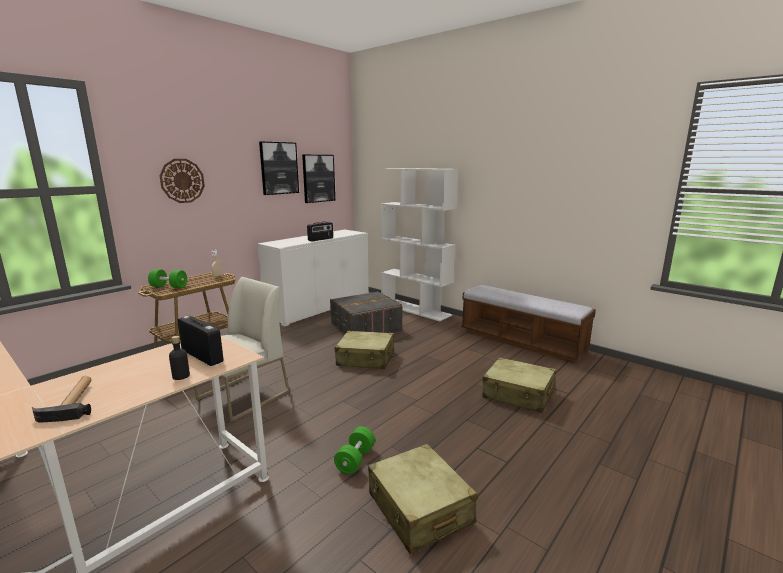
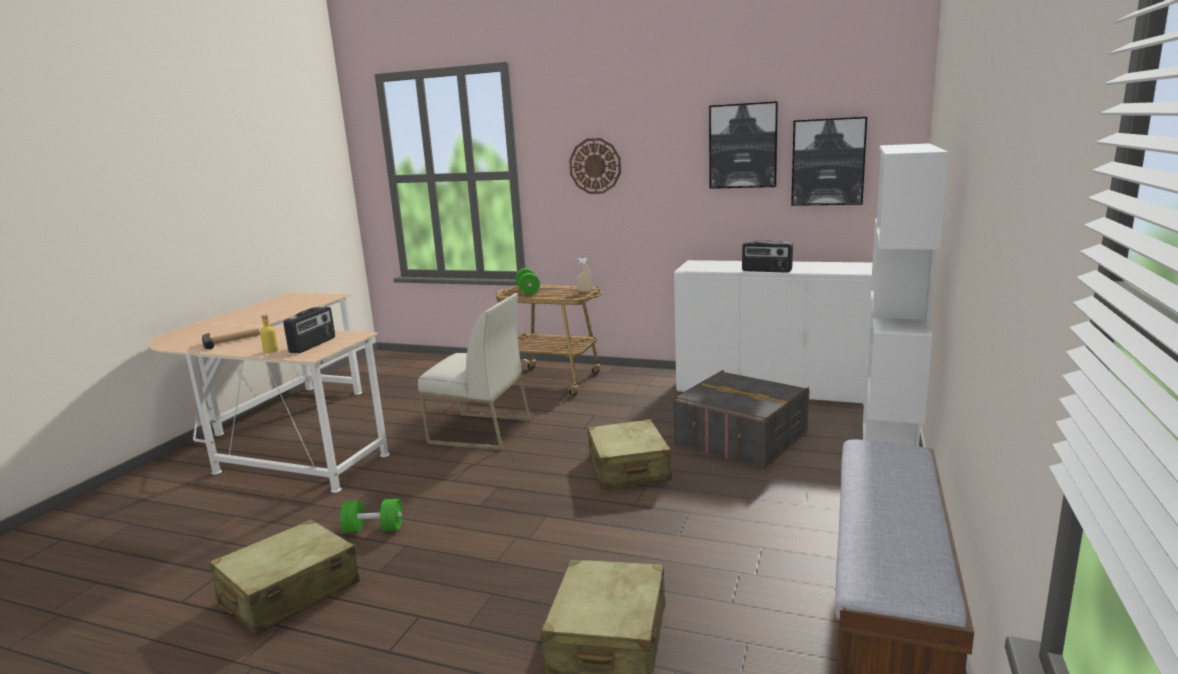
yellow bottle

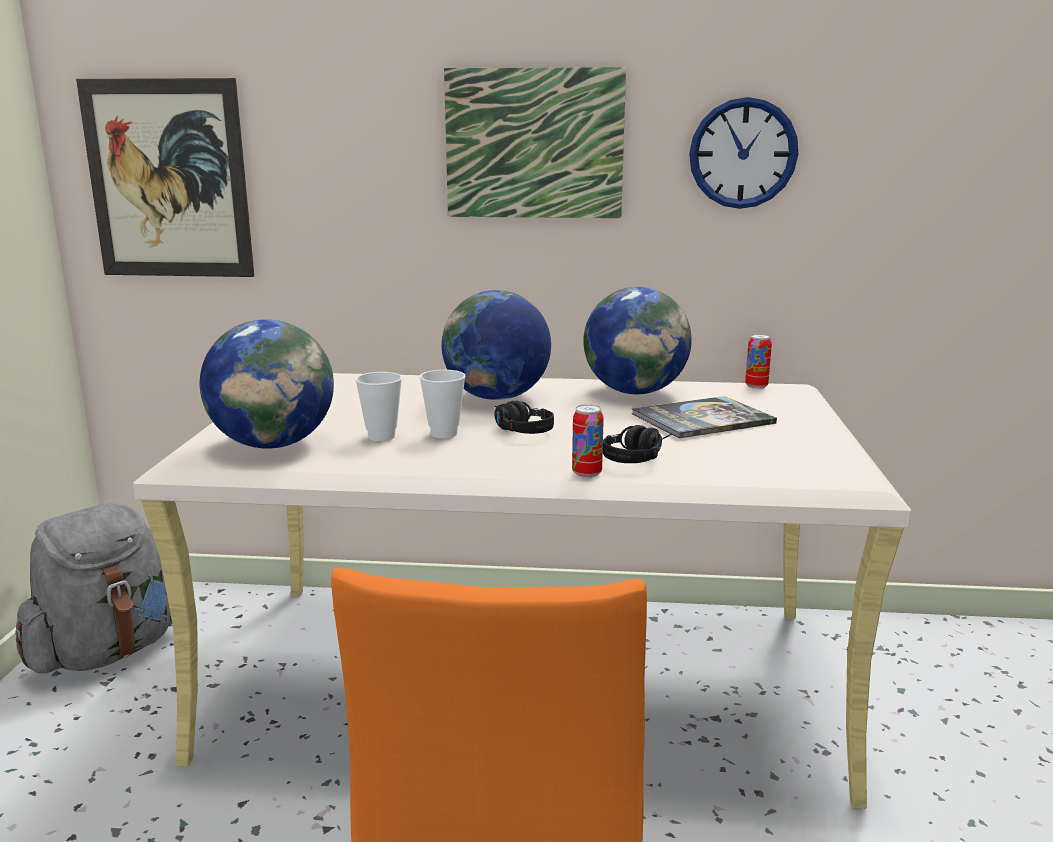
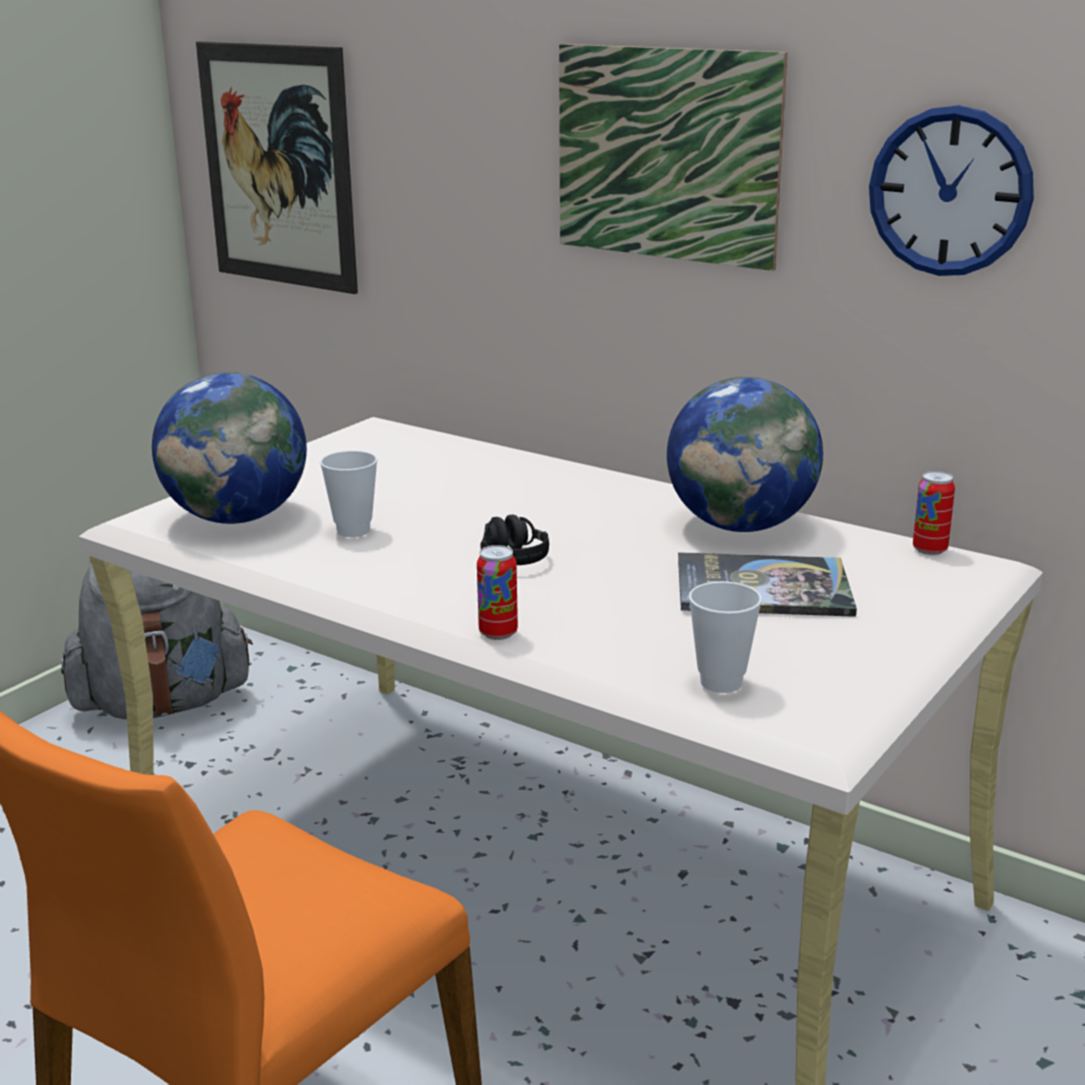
globe (2nd from left in the first image)
cup (2nd from left)
black headphones (2nd from left in the first image)

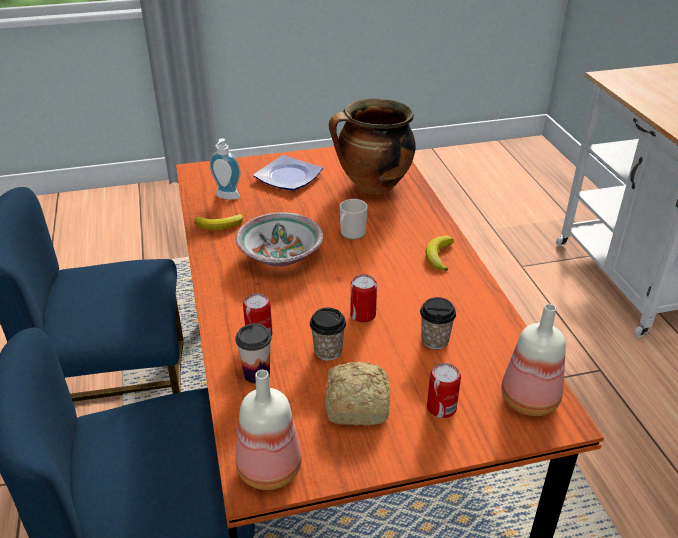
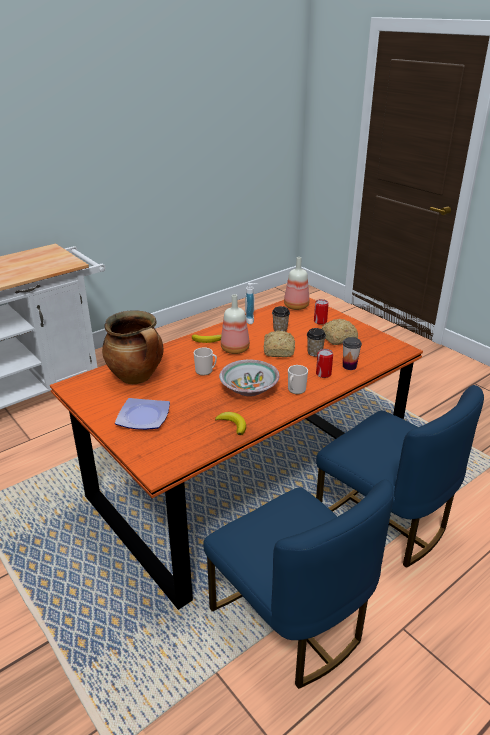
soap dispenser
bread (1st from left)
bottle (1st from left)
mug (2nd from left)

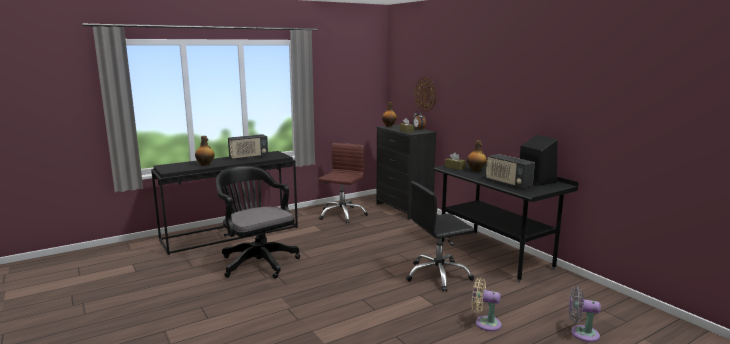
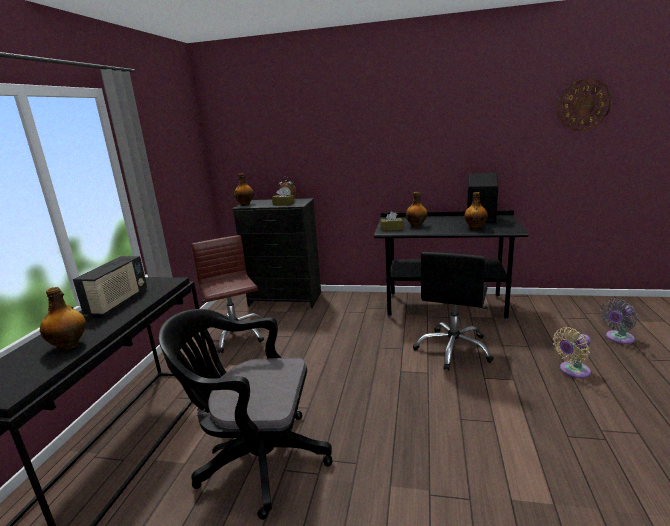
wall clock
bottle (4th from left)

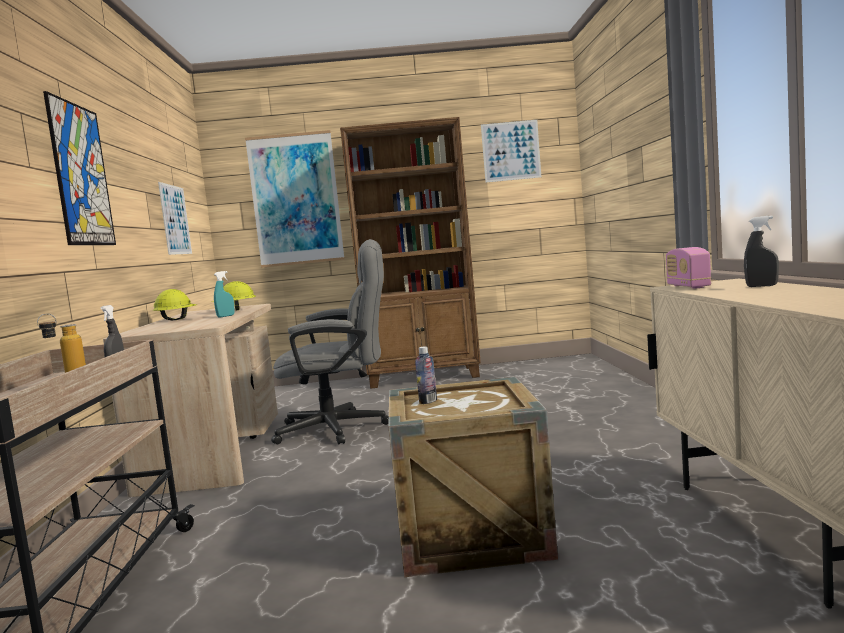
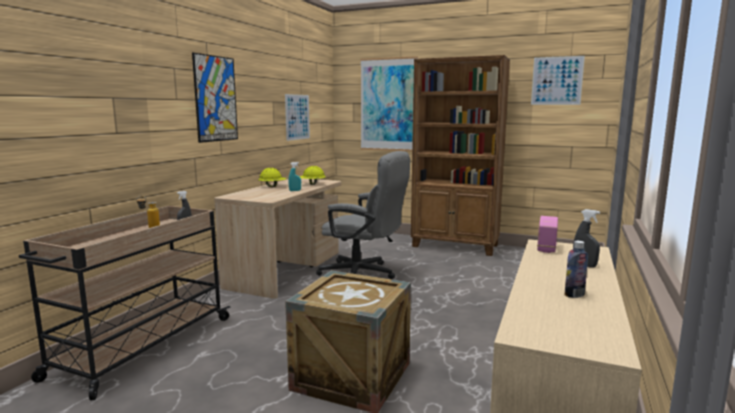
bottle (2nd from left)

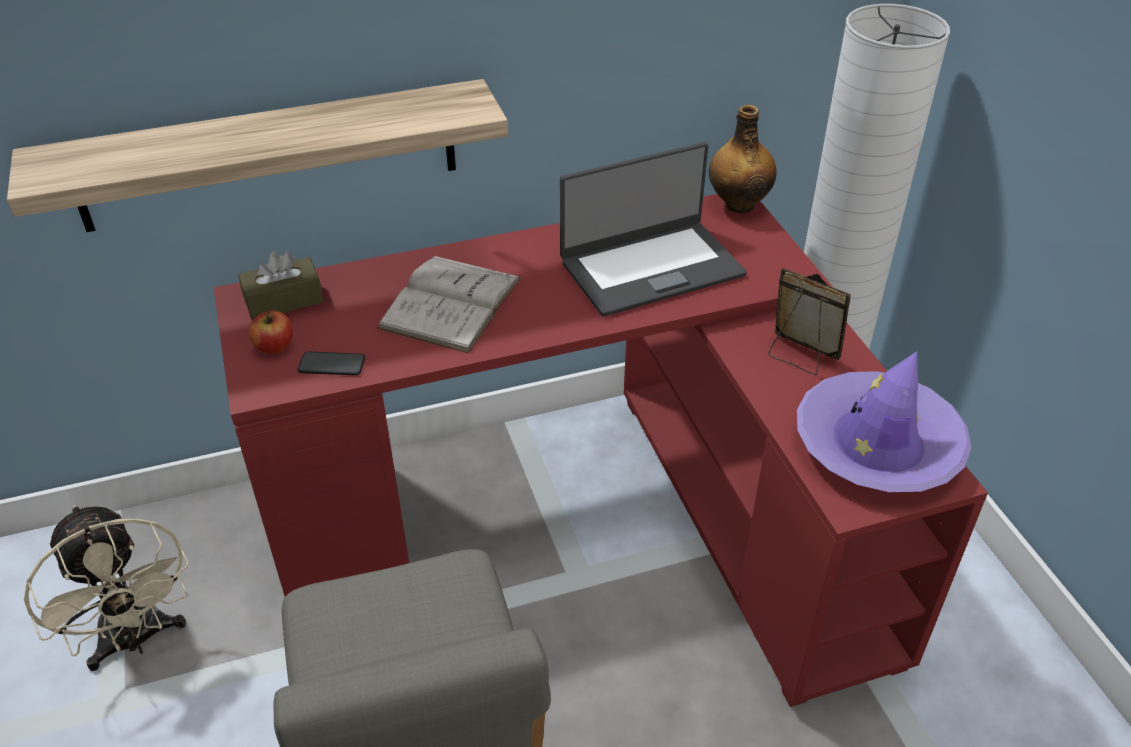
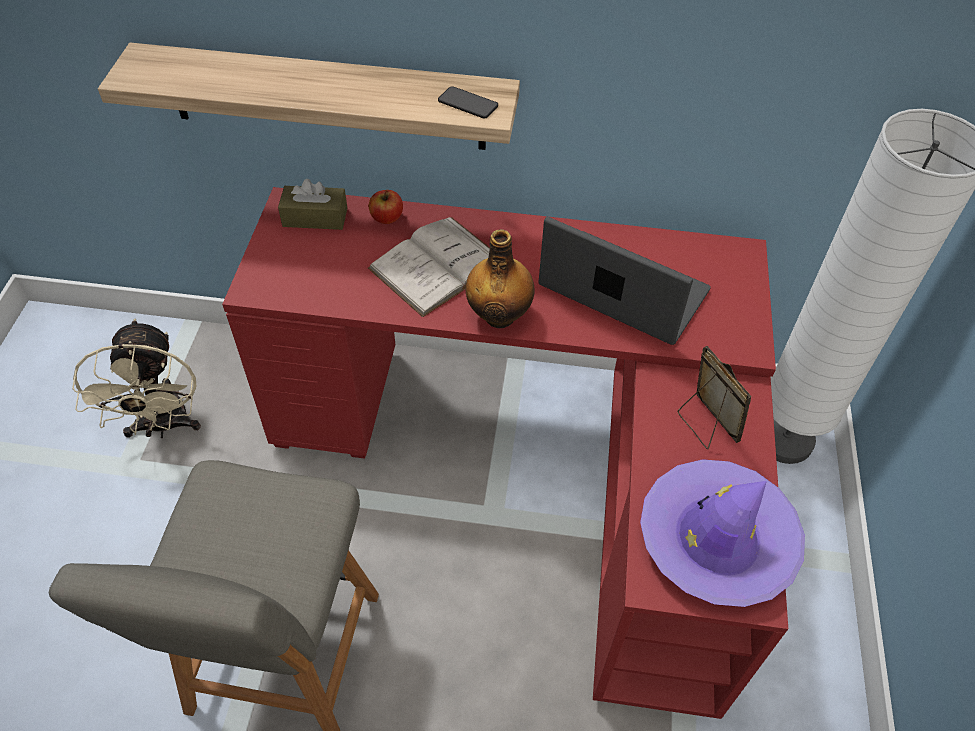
bottle
laptop
apple
phone

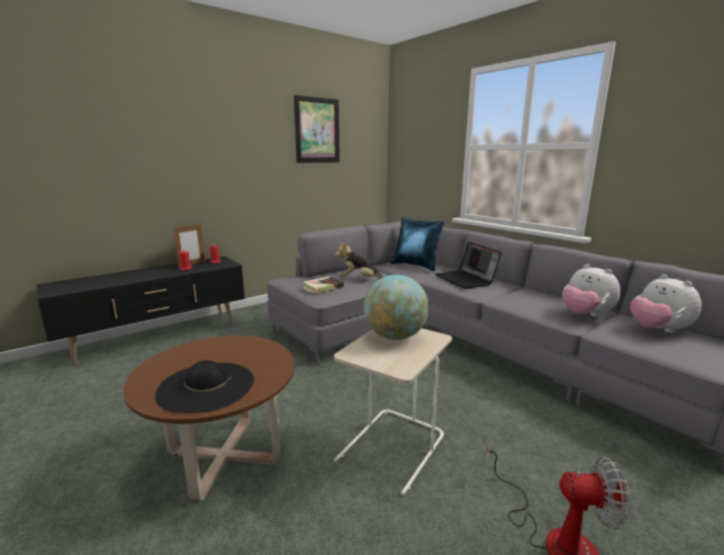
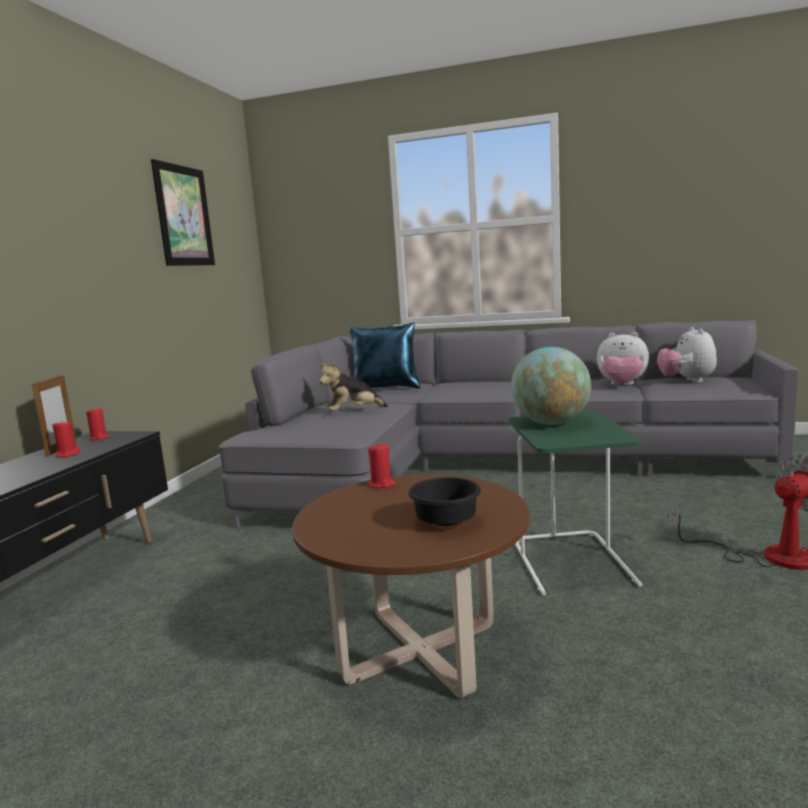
laptop
plush toy (3rd from left)
book
green side table
black bowl
red candle (3rd from left)

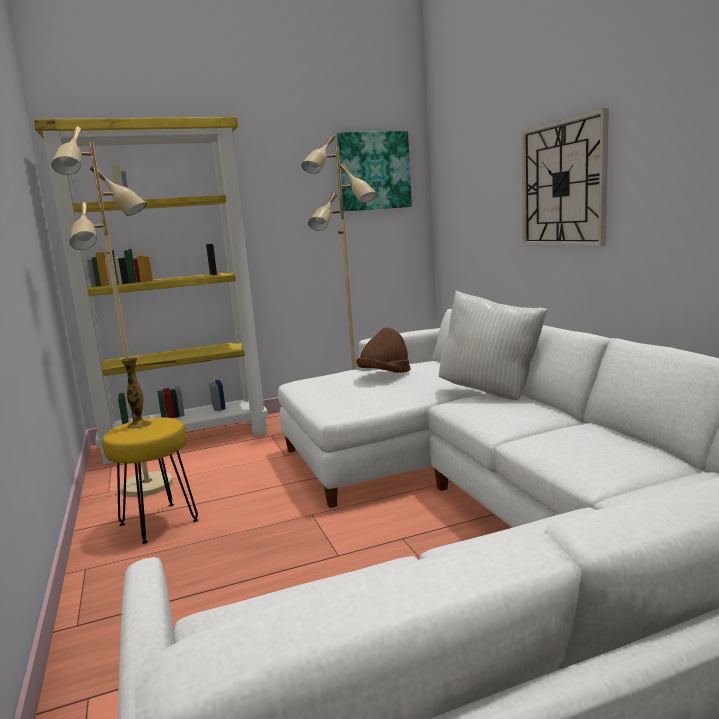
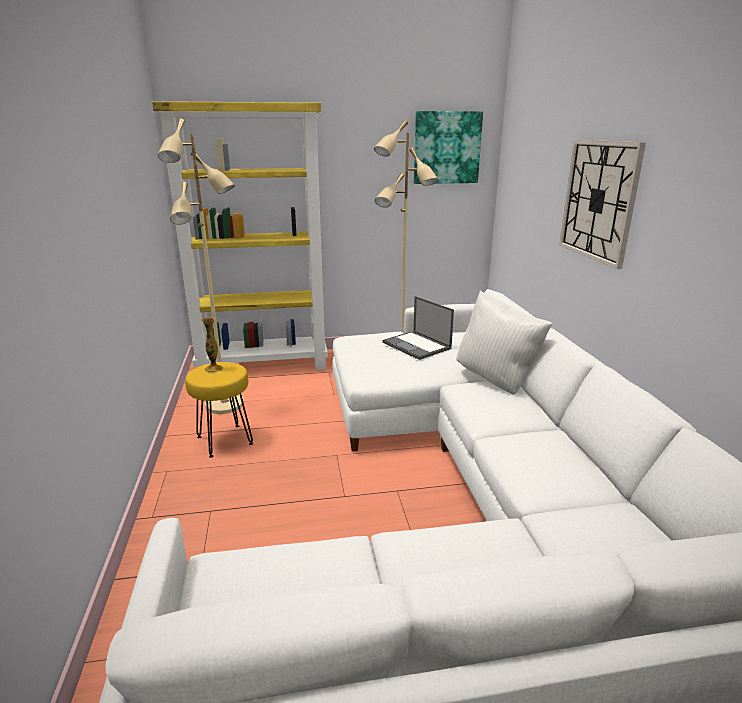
laptop

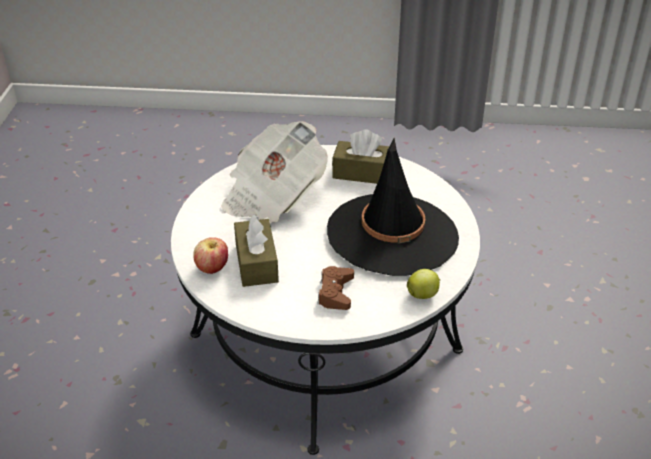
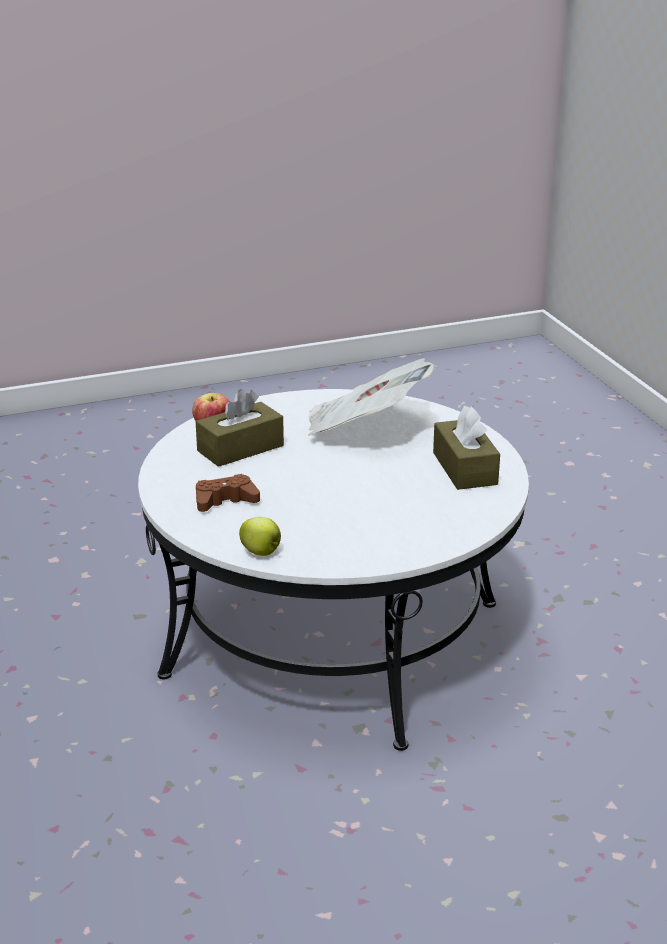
black hat

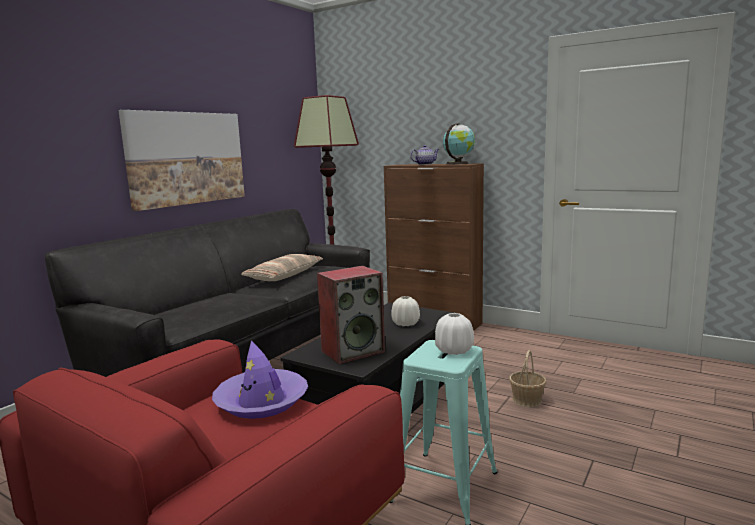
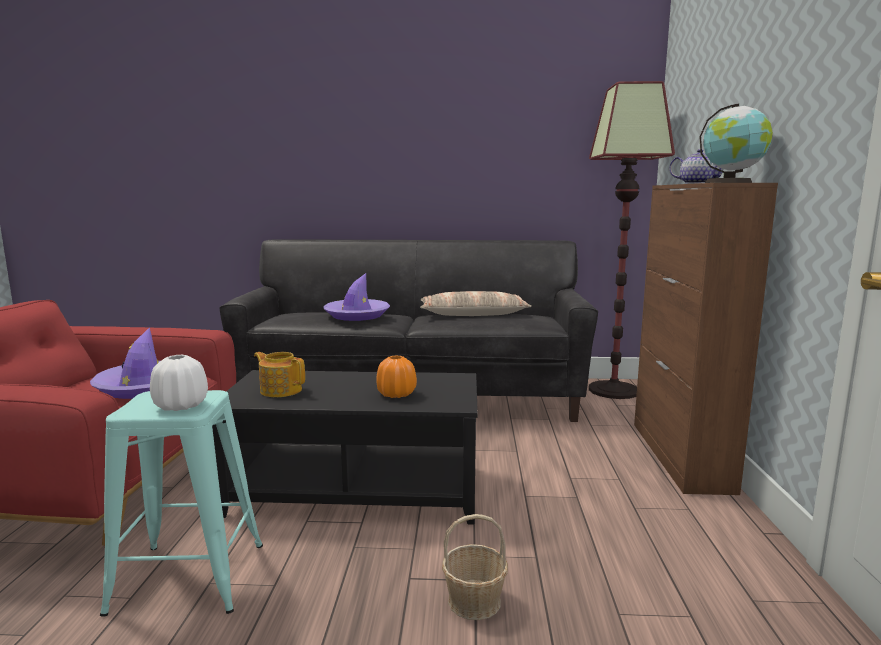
picture
teapot (1st from left)
orange vase
purple hat (2nd from left)

